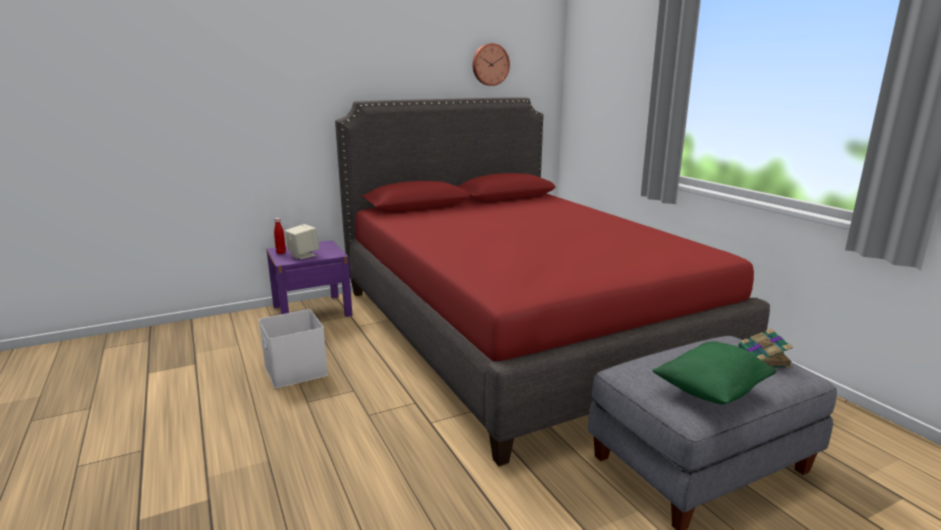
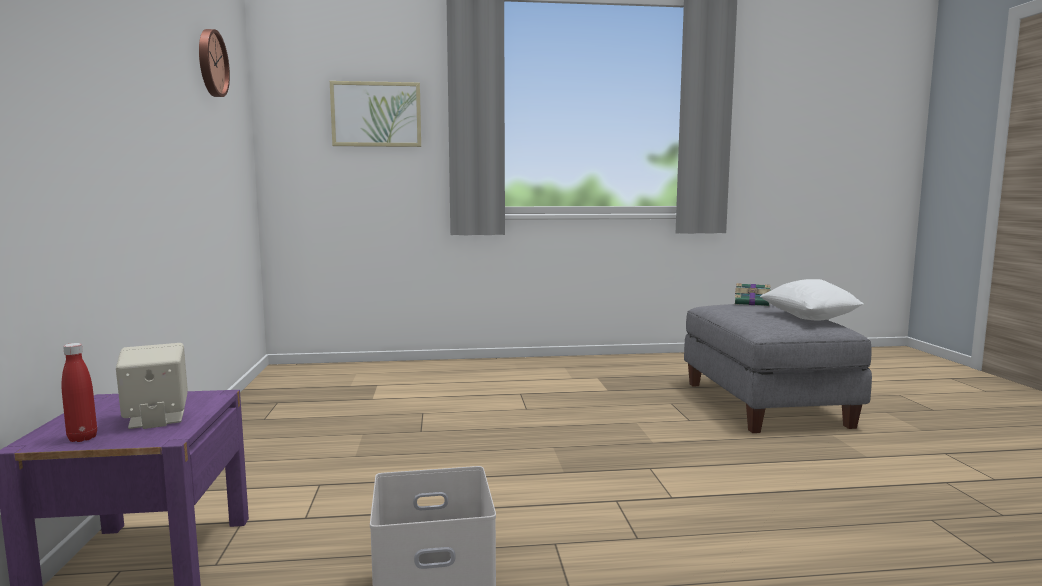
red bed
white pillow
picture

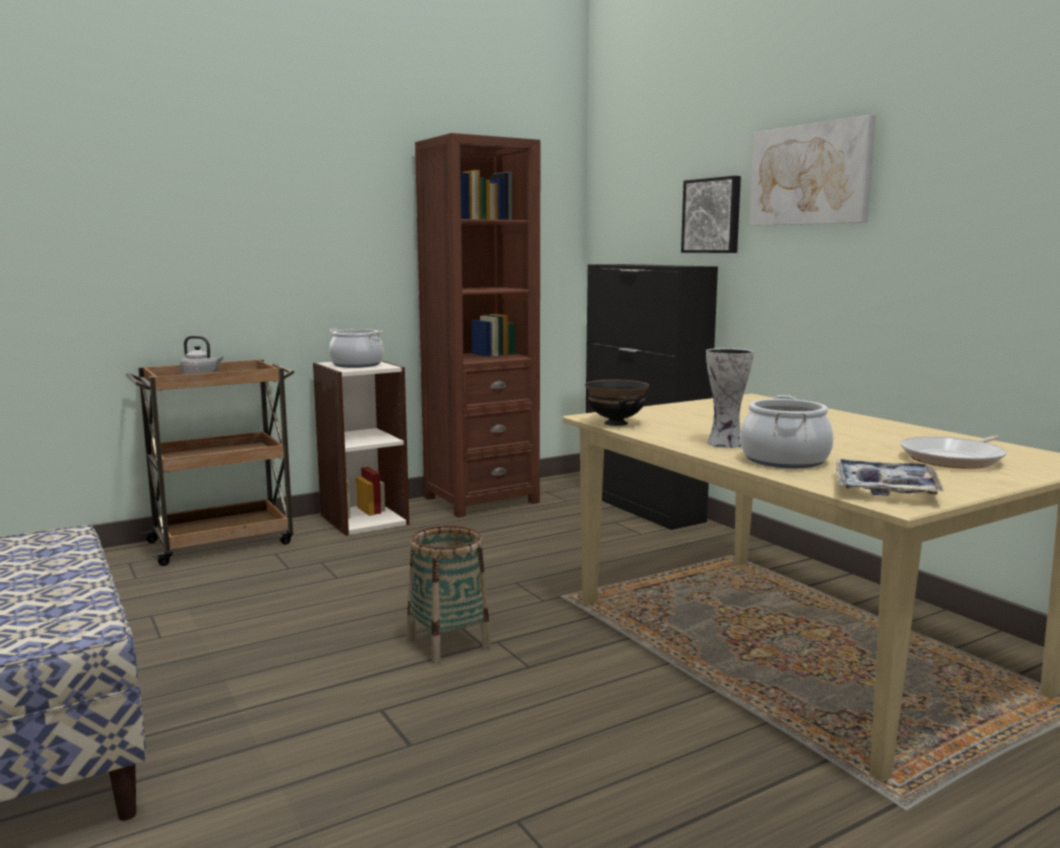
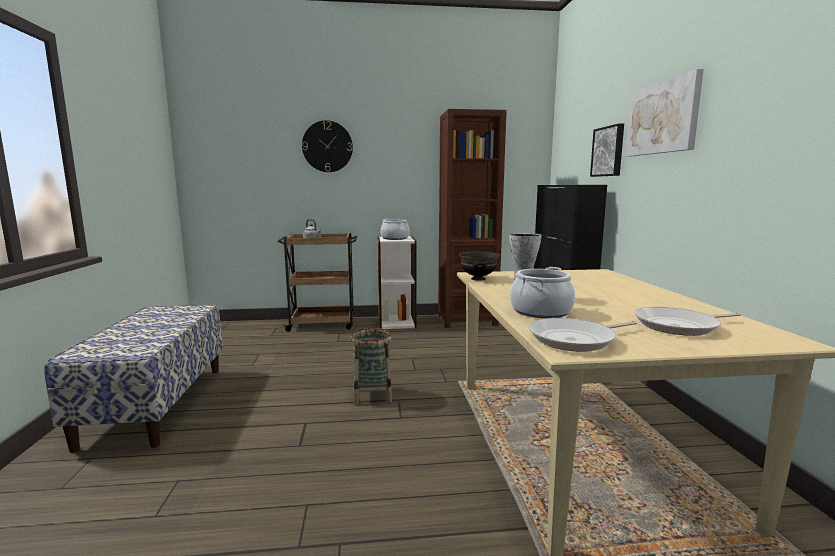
frying pan (1st from left)
wall clock

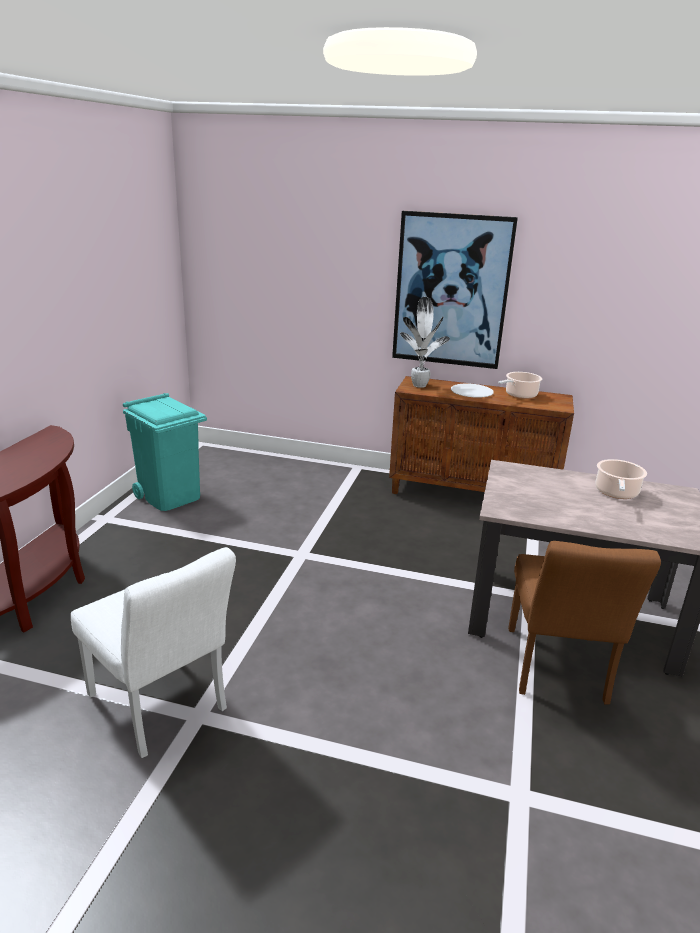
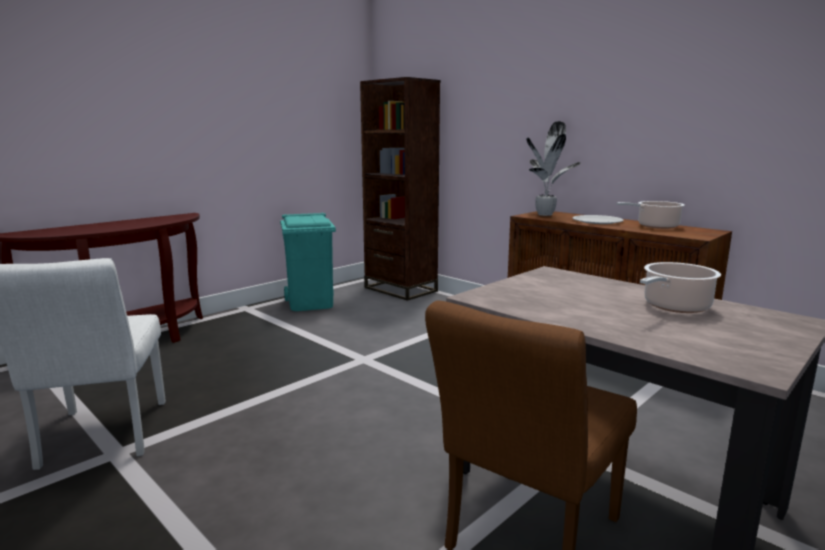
picture
brown bookcase

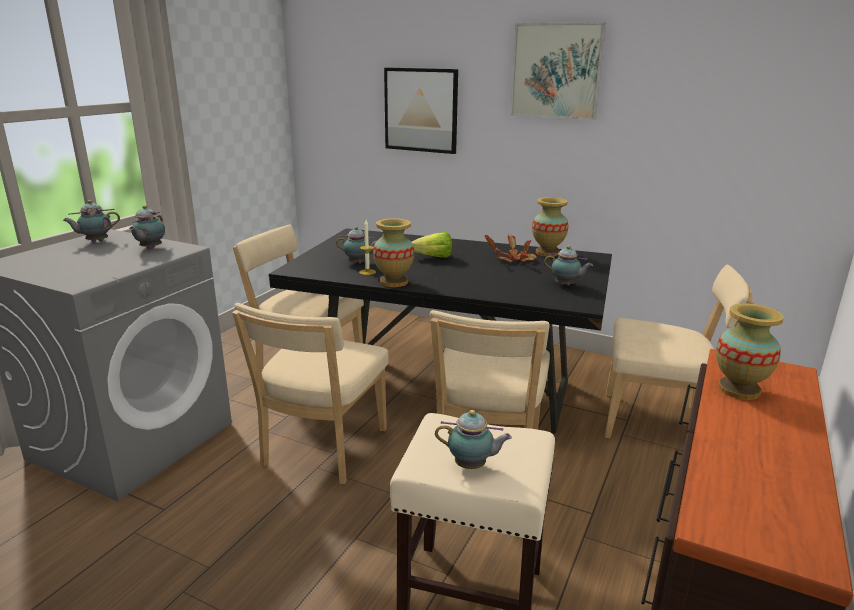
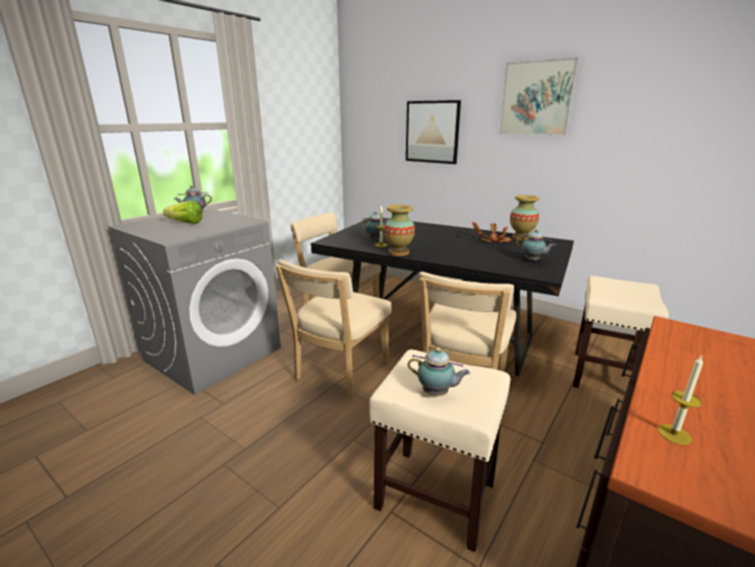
teapot (2nd from left in the first image)
lettuce
beige stool (2nd from left)
vase (3rd from left in the first image)
candle (2nd from left)

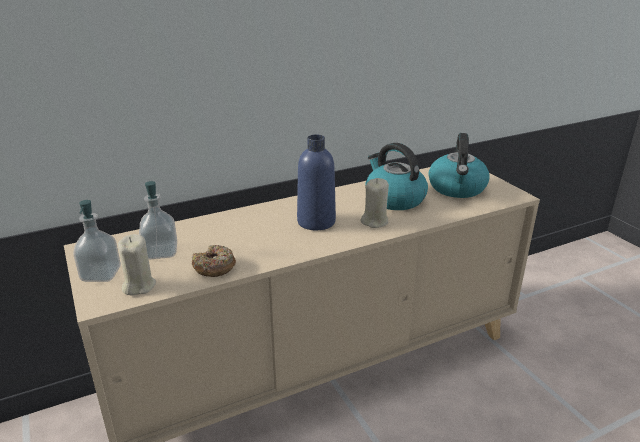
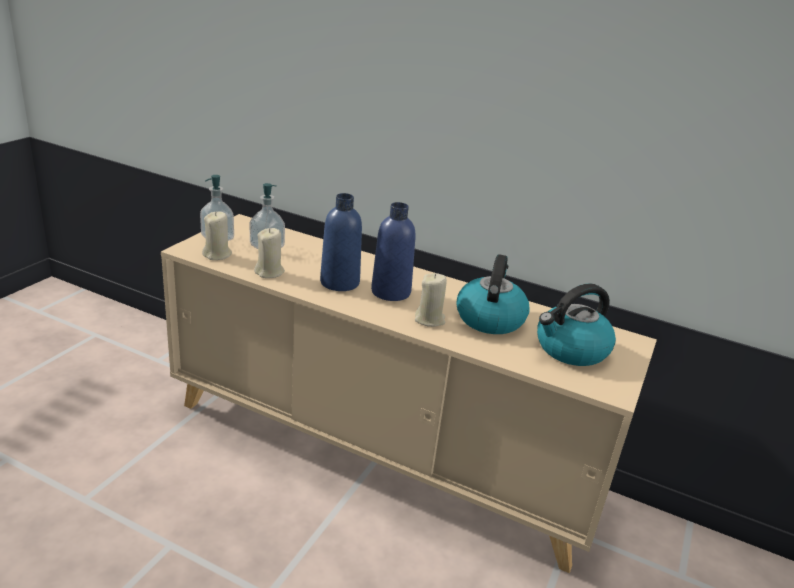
beige candle (2nd from left)
blue bottle (1st from left)

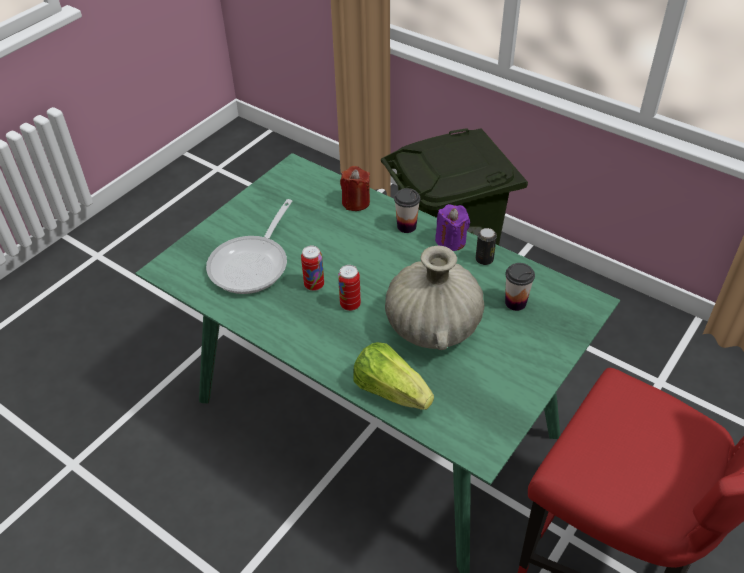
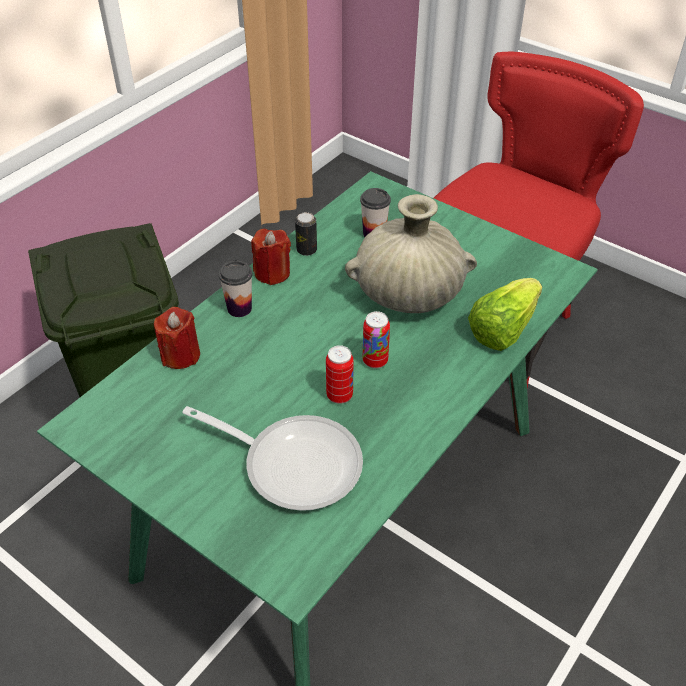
red candle (2nd from left)

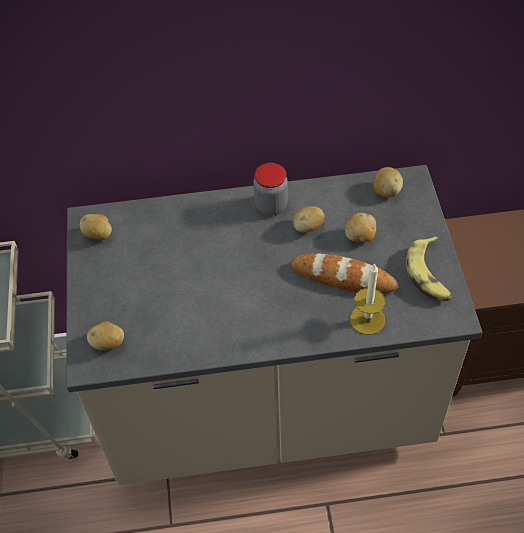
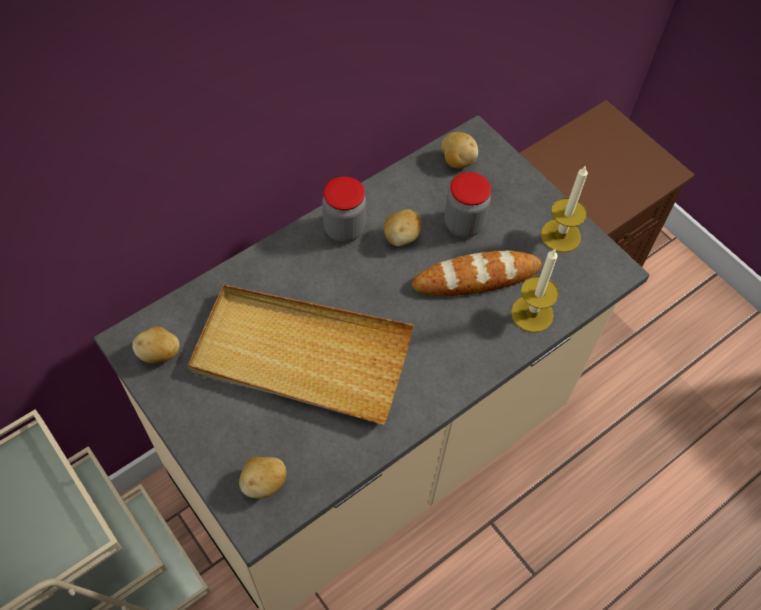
jar (2nd from left)
candle (2nd from left)
beige tray

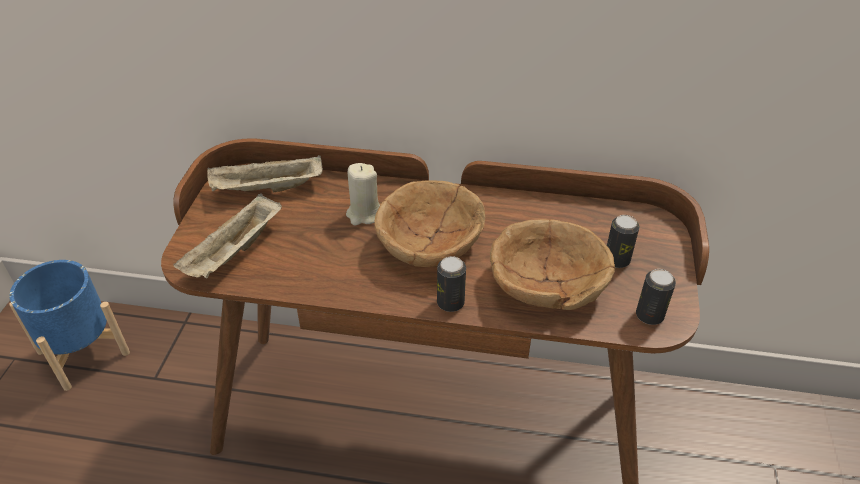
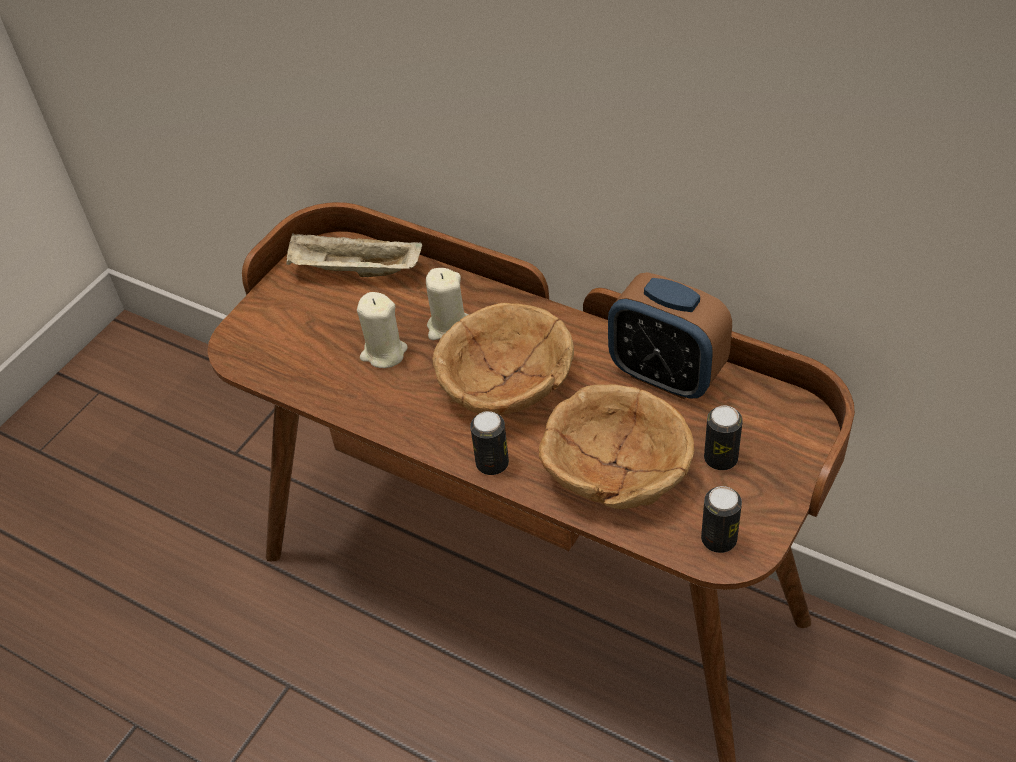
beige tray (1st from left in the first image)
blue planter
alarm clock
beige candle (1st from left)

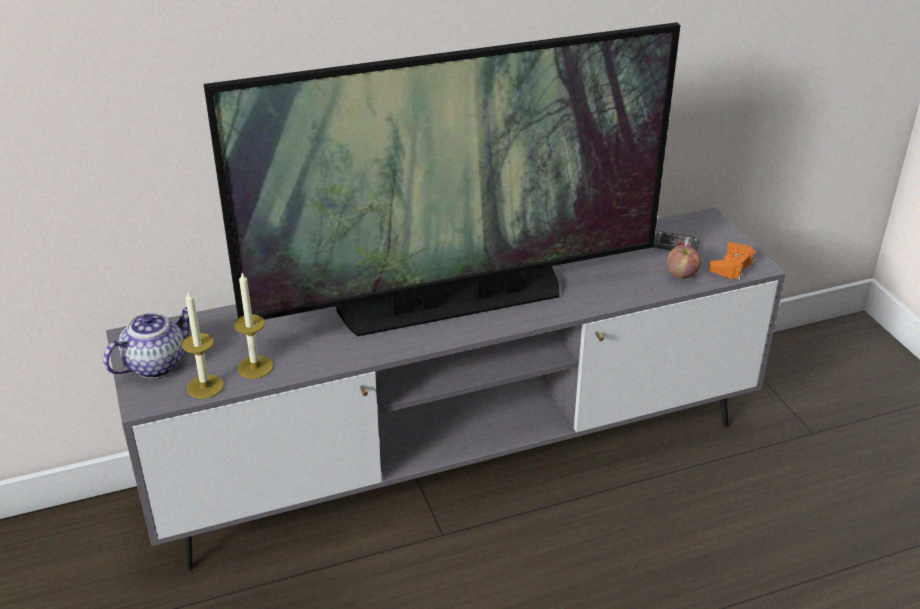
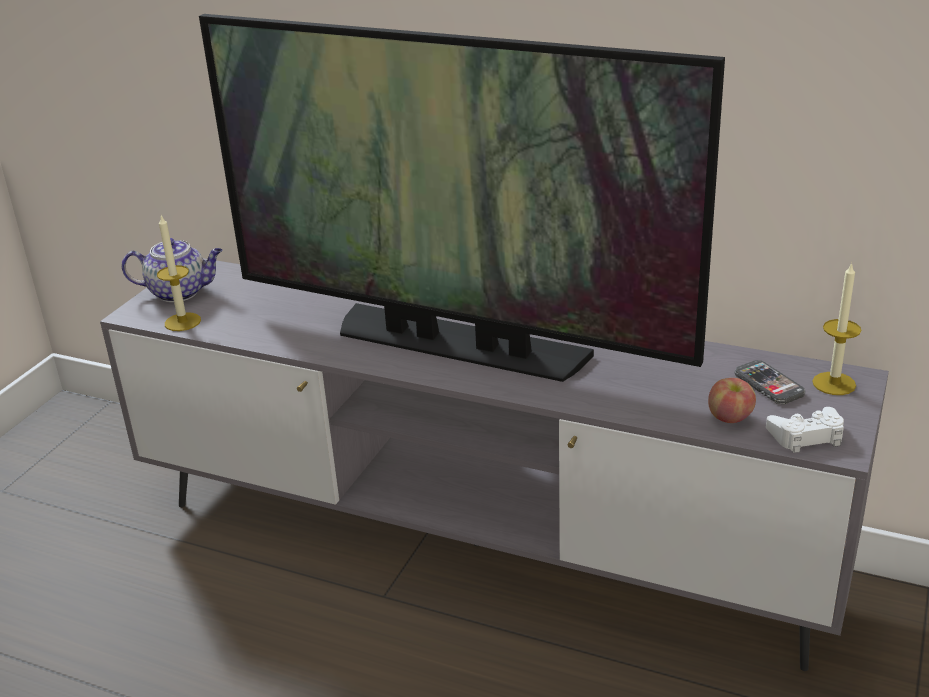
white game controller
candle (2nd from left)

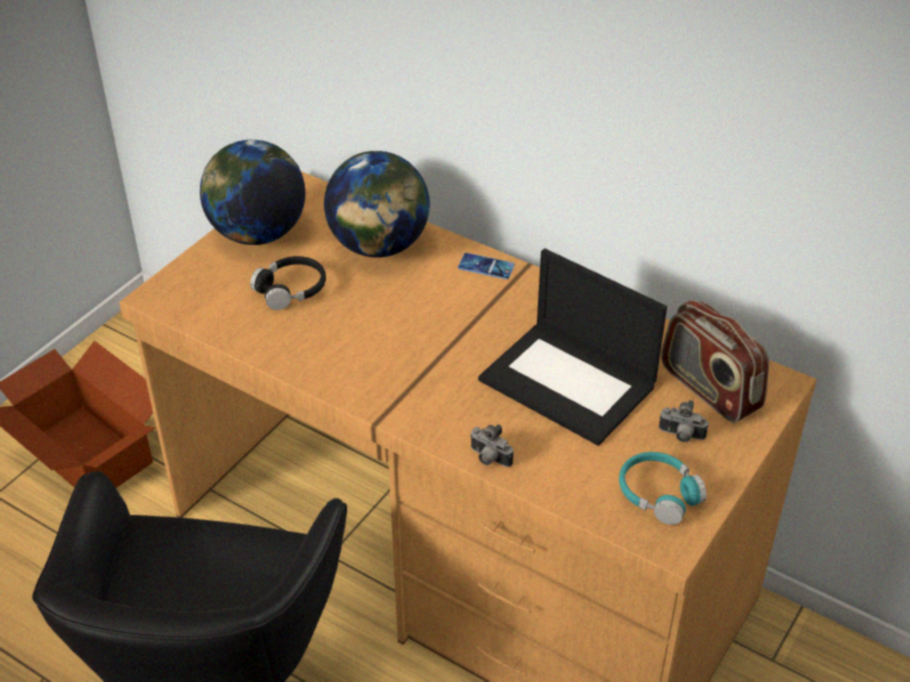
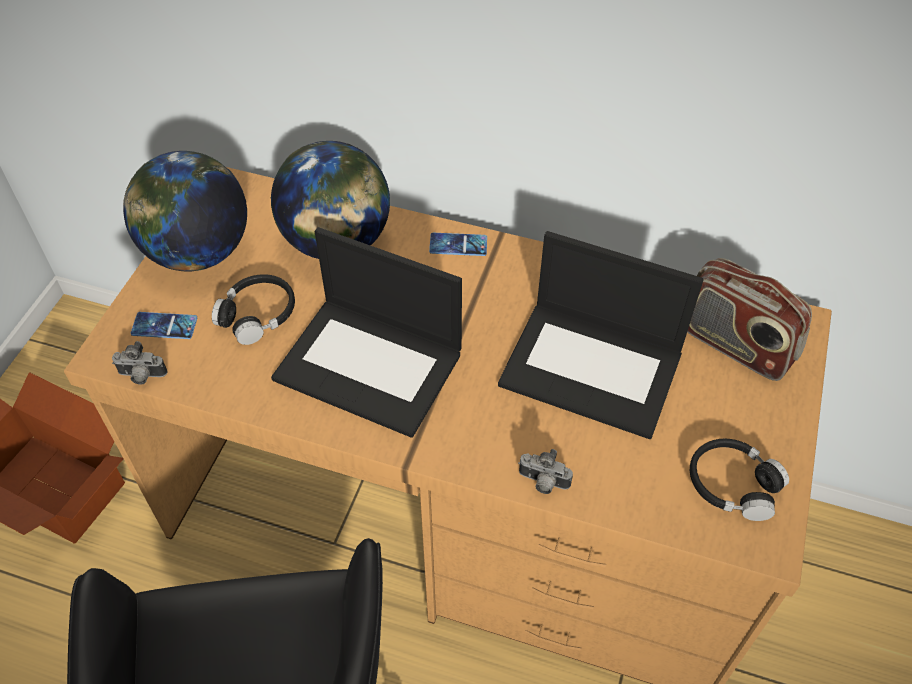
photo camera (1st from left)
black headphones (2nd from left)
laptop (1st from left)
phone (1st from left)

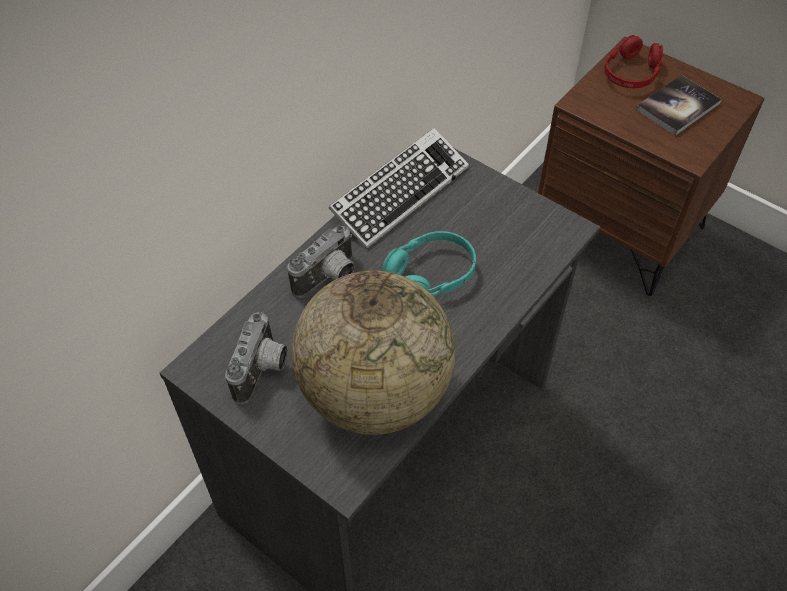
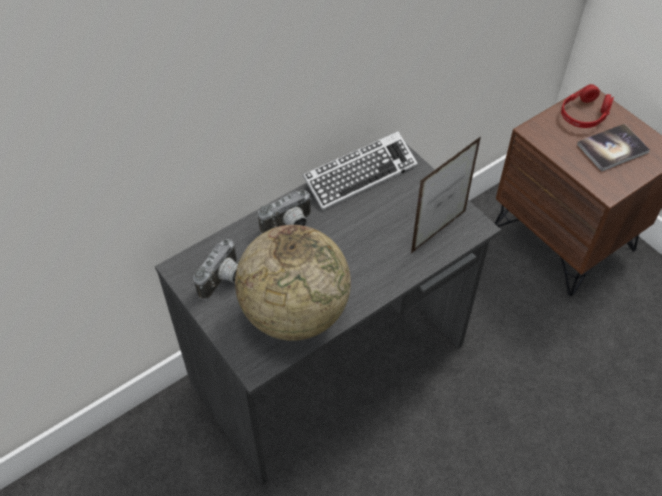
turquoise headphones
picture frame

